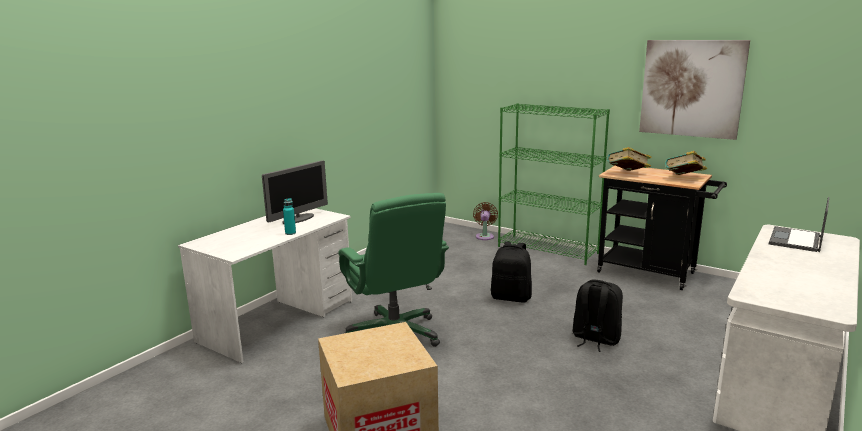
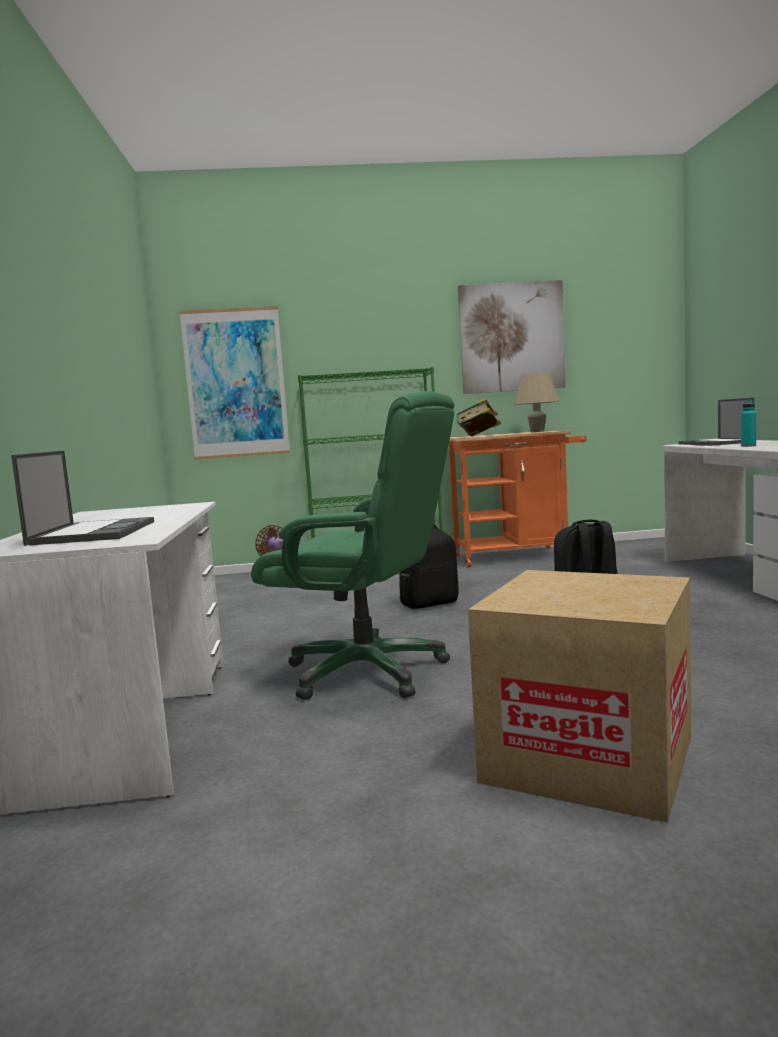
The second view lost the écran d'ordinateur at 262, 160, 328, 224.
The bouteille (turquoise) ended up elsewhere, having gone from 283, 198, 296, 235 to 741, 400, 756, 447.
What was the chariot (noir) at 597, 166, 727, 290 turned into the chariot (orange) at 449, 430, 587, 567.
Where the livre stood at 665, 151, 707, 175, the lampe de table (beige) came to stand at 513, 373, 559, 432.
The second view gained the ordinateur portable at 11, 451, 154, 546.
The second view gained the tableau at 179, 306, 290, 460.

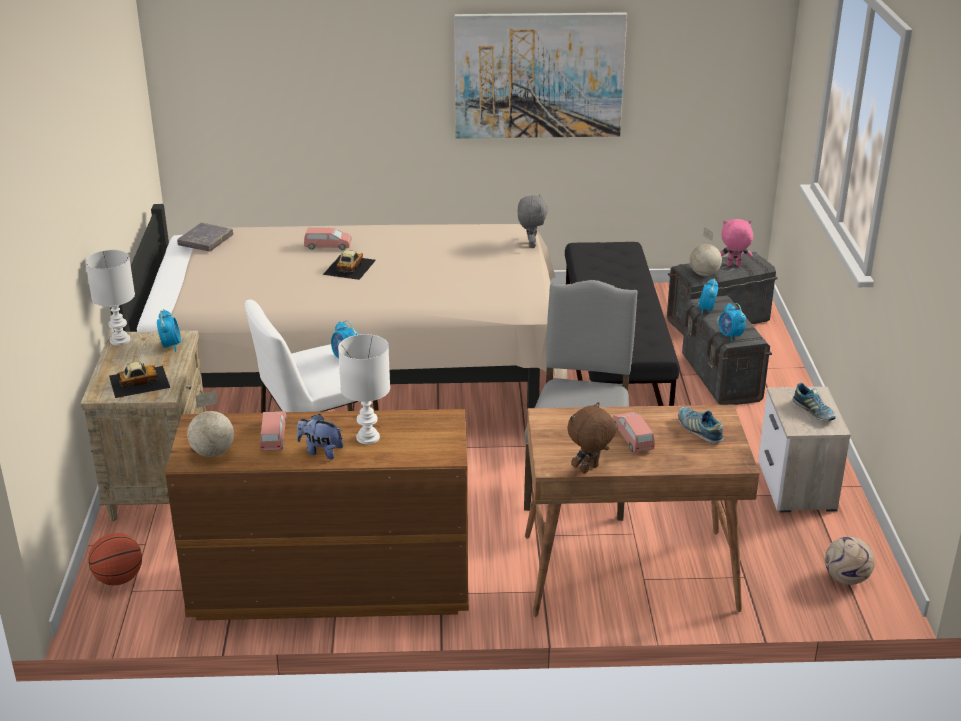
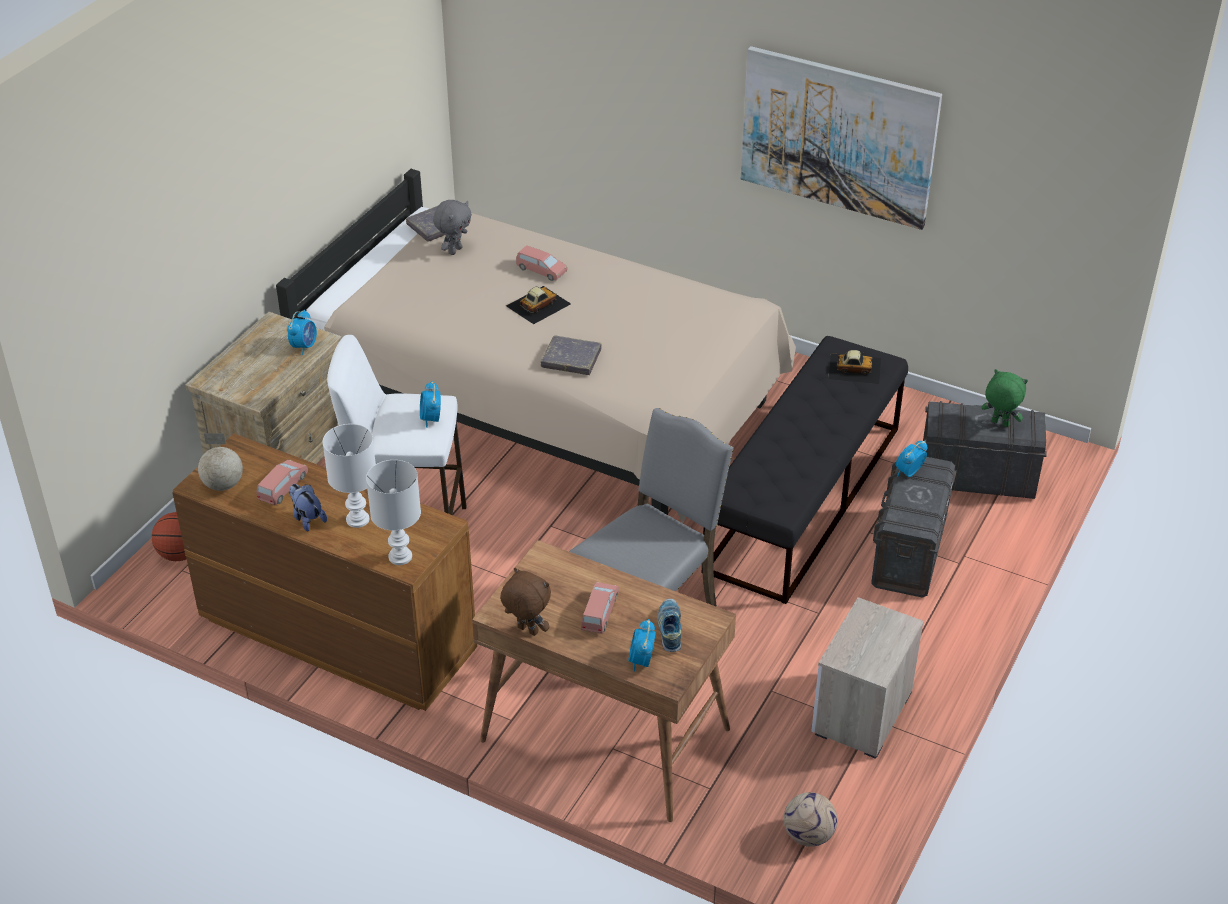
The lampe de table (blanc) ended up elsewhere, having gone from 85, 250, 135, 345 to 366, 460, 421, 565.
The petite voiture ended up elsewhere, having gone from 109, 361, 170, 398 to 828, 350, 881, 384.
The peluche (gris) ended up elsewhere, having gone from 518, 194, 548, 248 to 433, 200, 472, 255.
The peluche (marron) at 567, 402, 617, 474 ended up facing another way, 45 degrees clockwise from before.
The second view lost the globe at 690, 227, 722, 276.
The réveil ended up elsewhere, having gone from 719, 303, 746, 342 to 628, 619, 655, 672.
What was the peluche (rose) at 720, 219, 753, 266 turned into the peluche (vert) at 981, 369, 1028, 427.
The second view lost the chaussure at 792, 383, 836, 421.
The second view gained the livre (gris) at 541, 335, 602, 375.

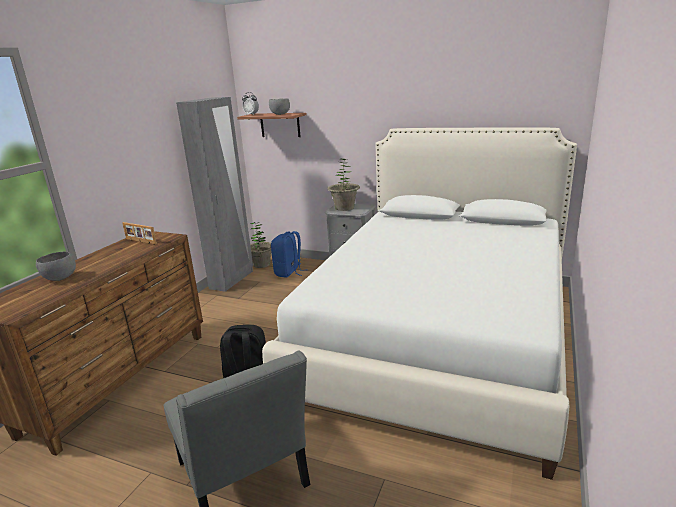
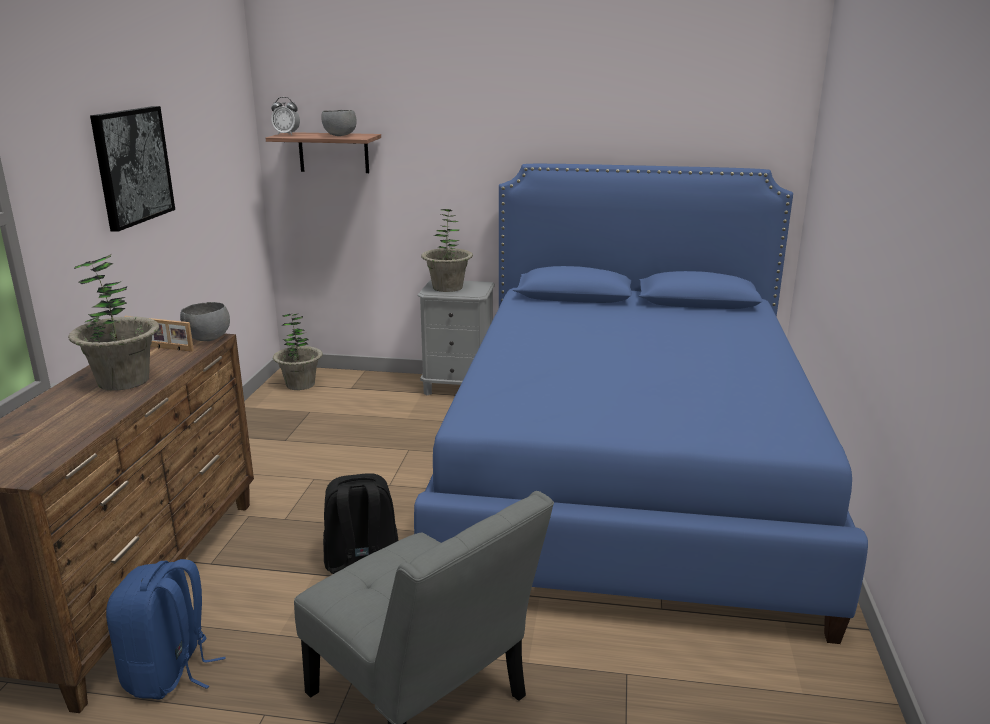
The bol (gris) ended up elsewhere, having gone from 36, 251, 76, 281 to 180, 302, 230, 341.
The second view lost the armoire (gris) at 176, 97, 253, 292.
What was the lit (blanc) at 262, 127, 577, 480 turned into the lit (bleu) at 414, 164, 868, 644.
The sac à dos (bleu) ended up elsewhere, having gone from 271, 231, 302, 278 to 106, 559, 226, 700.
The second view gained the plante en pot at 68, 254, 159, 391.
The second view gained the tableau at 90, 106, 175, 232.

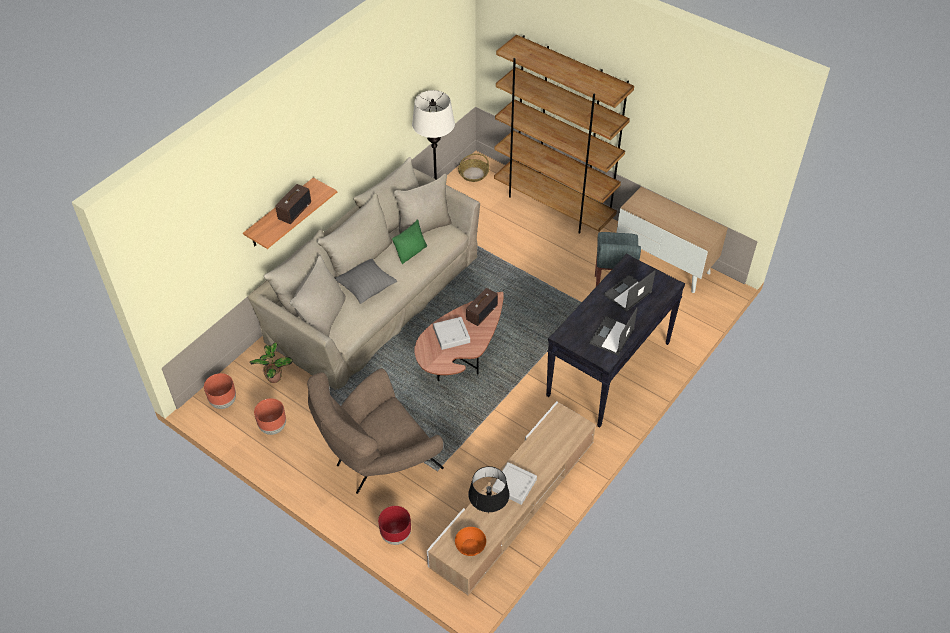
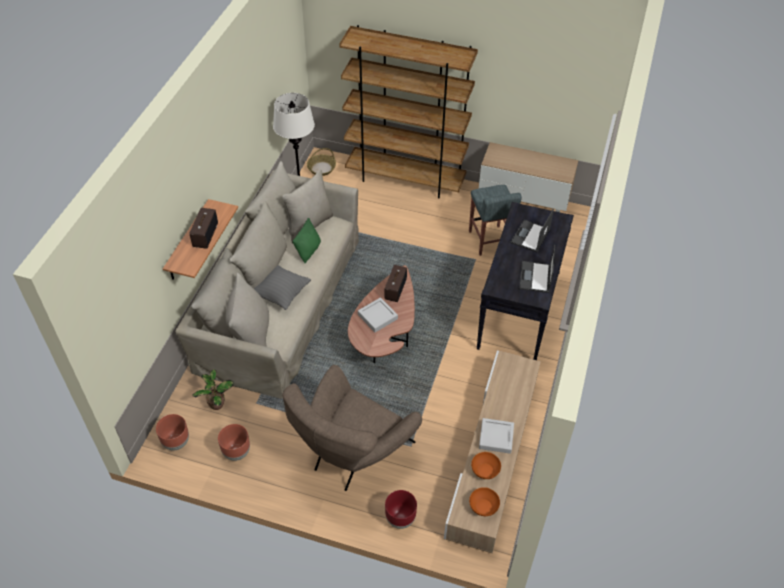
Where the lampe de table (noir) stood at 468, 466, 510, 513, the bol (orange) came to stand at 471, 452, 501, 479.

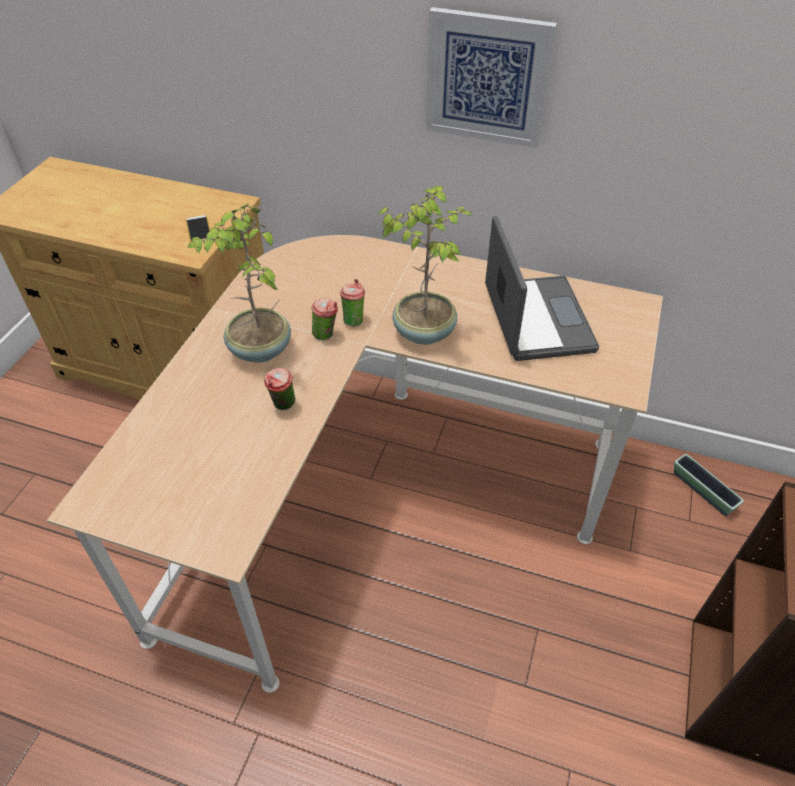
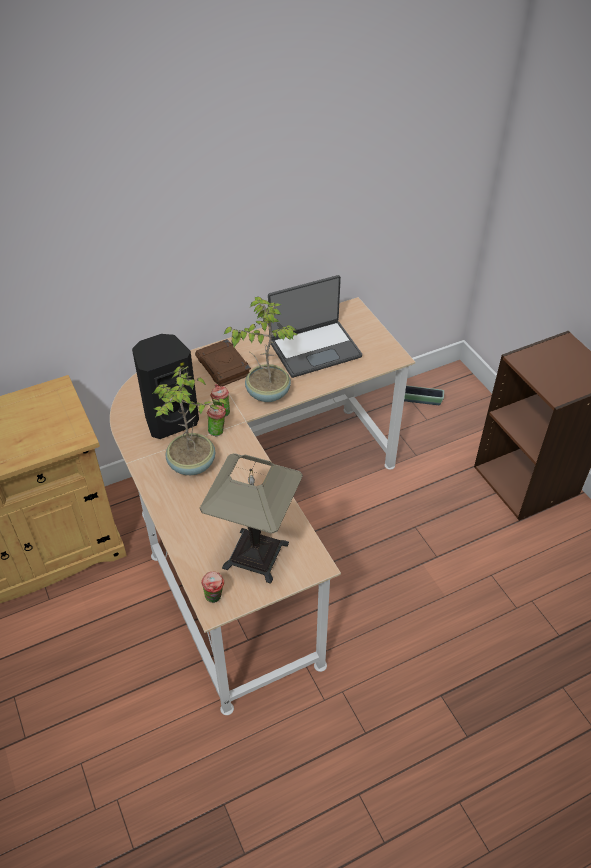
The second view lost the téléphone at 186, 215, 210, 242.
The tasse ended up elsewhere, having gone from 264, 368, 295, 410 to 201, 572, 224, 603.
The second view lost the tableau at 426, 7, 557, 148.
The ordinateur portable at 485, 216, 599, 361 ended up facing another way, 120 degrees clockwise from before.
The second view gained the enceinte (noir) at 132, 334, 199, 439.
The second view gained the livre (marron) at 195, 339, 251, 386.
The second view gained the lampe de table at 200, 453, 303, 584.

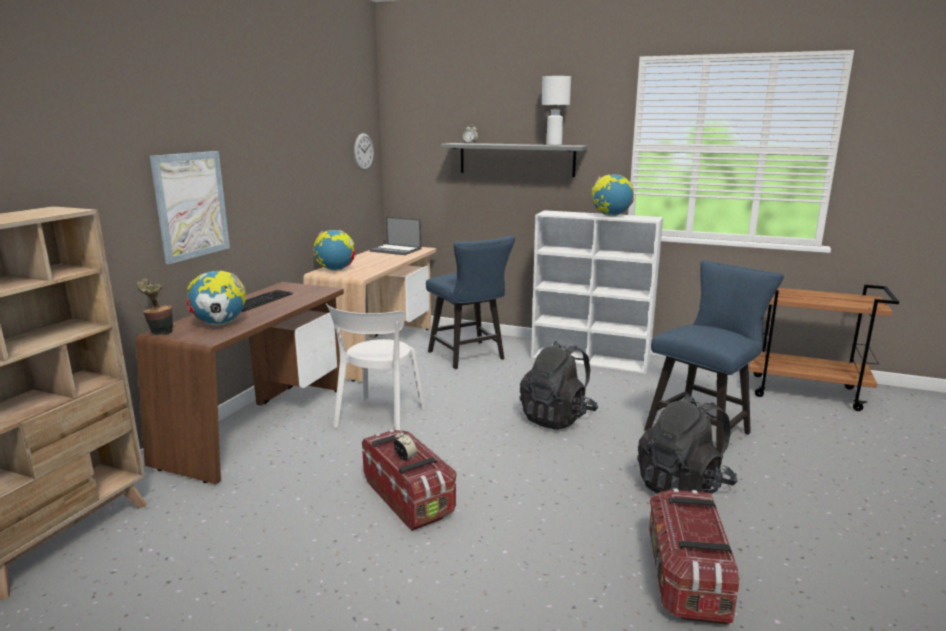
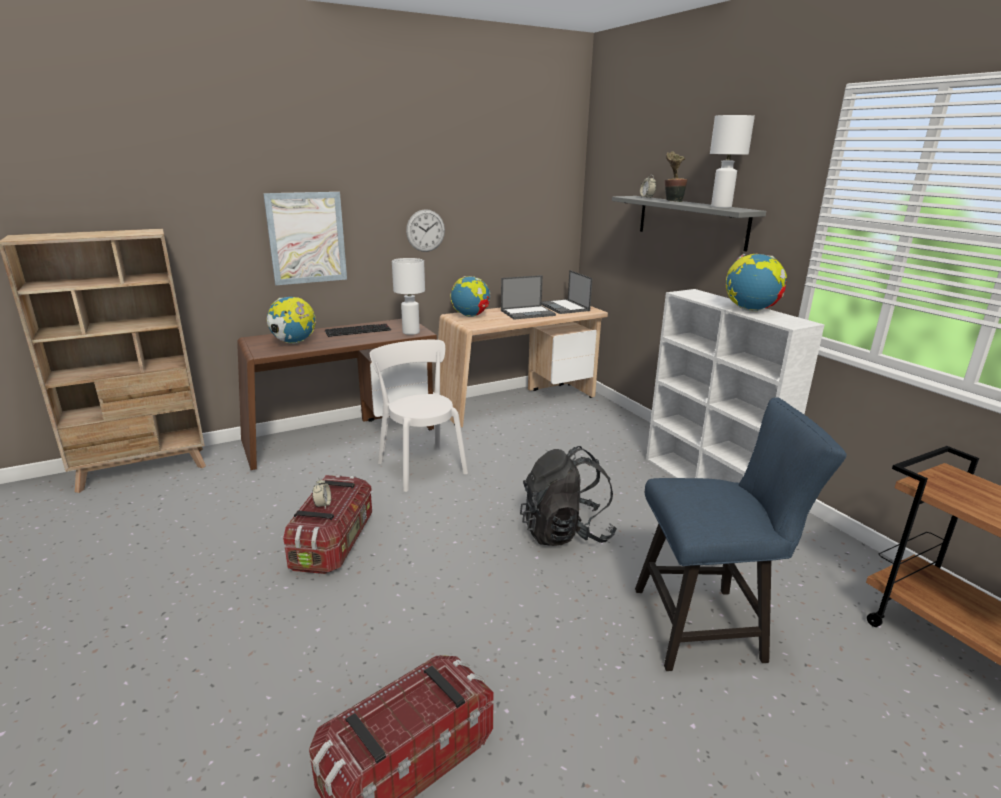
The plante en pot ended up elsewhere, having gone from 137, 279, 173, 335 to 665, 152, 688, 202.
The chaise (blanc) at 326, 303, 425, 431 ended up facing another way, 90 degrees clockwise from before.
The horloge murale ended up elsewhere, having gone from 354, 133, 374, 170 to 406, 209, 445, 252.
The second view lost the chaise (bleu) at 426, 236, 515, 369.
The second view lost the sac à dos (noir) at 637, 394, 738, 494.
The second view gained the lampe de table (blanc) at 392, 258, 425, 335.
The second view gained the ordinateur portable at 501, 275, 556, 320.

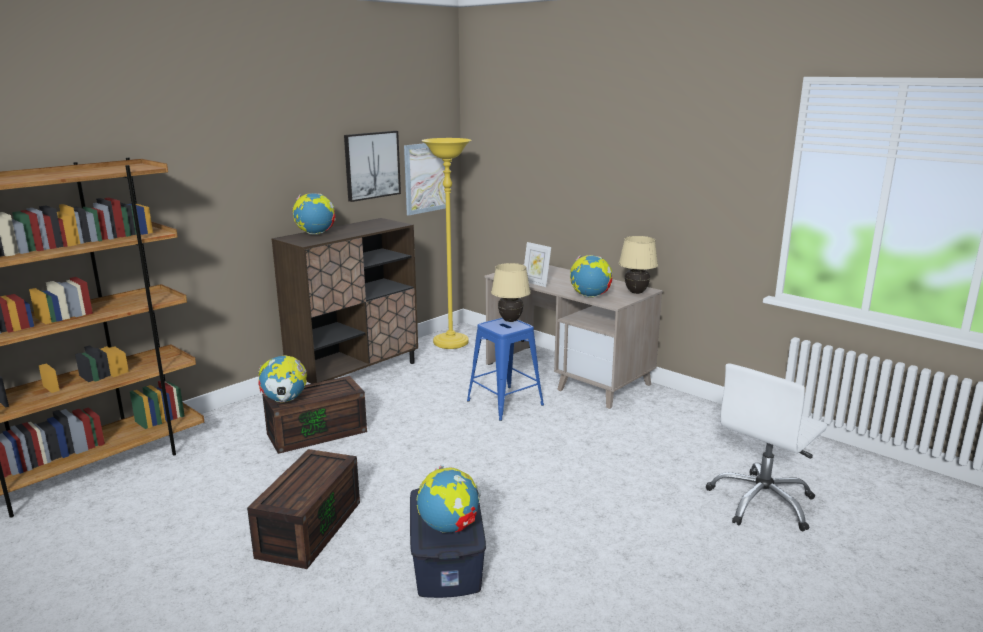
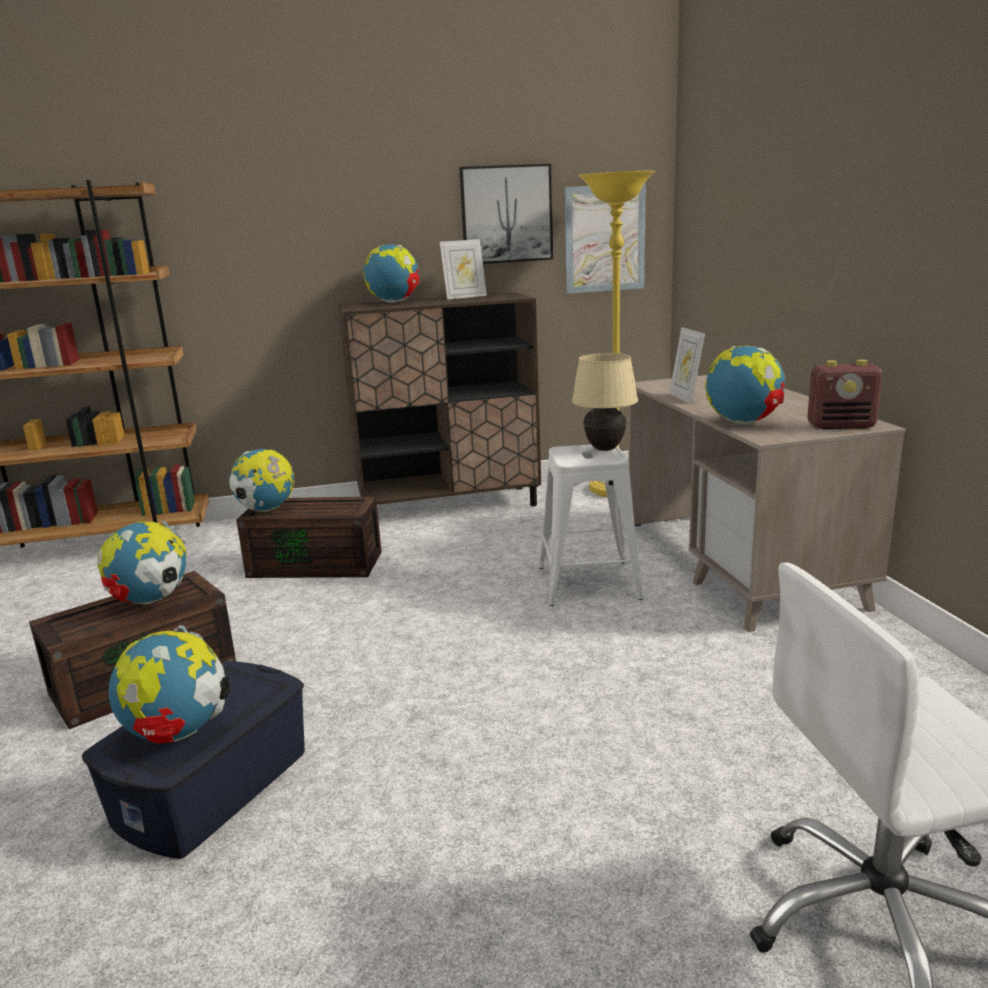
What was the tabouret (bleu) at 467, 318, 544, 421 turned into the tabouret (blanc) at 539, 444, 644, 606.
Where the lampe de table (beige) stood at 619, 236, 658, 294, the radio came to stand at 808, 360, 882, 429.
The second view gained the globe at 97, 521, 186, 605.
The second view gained the cadre photo at 440, 239, 487, 300.

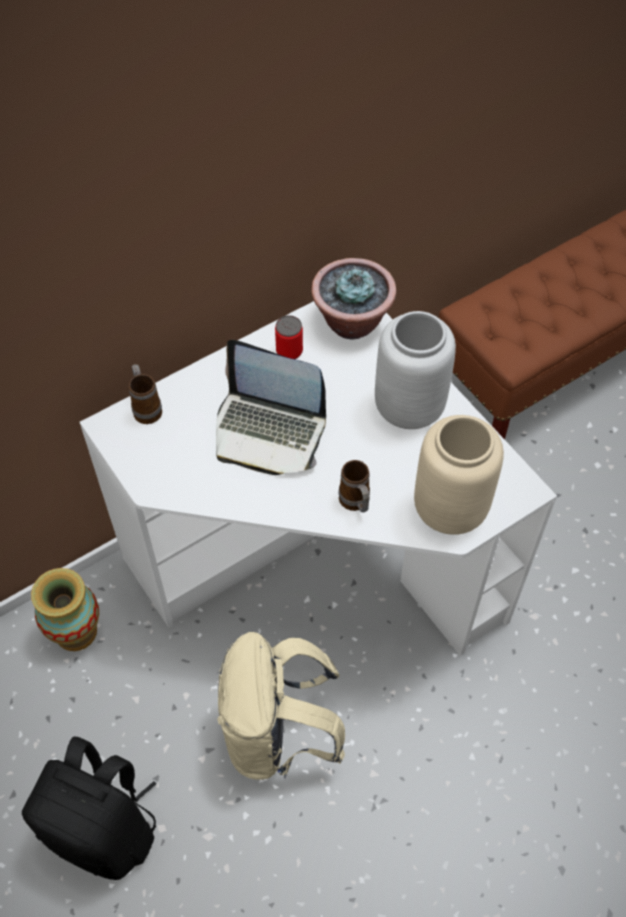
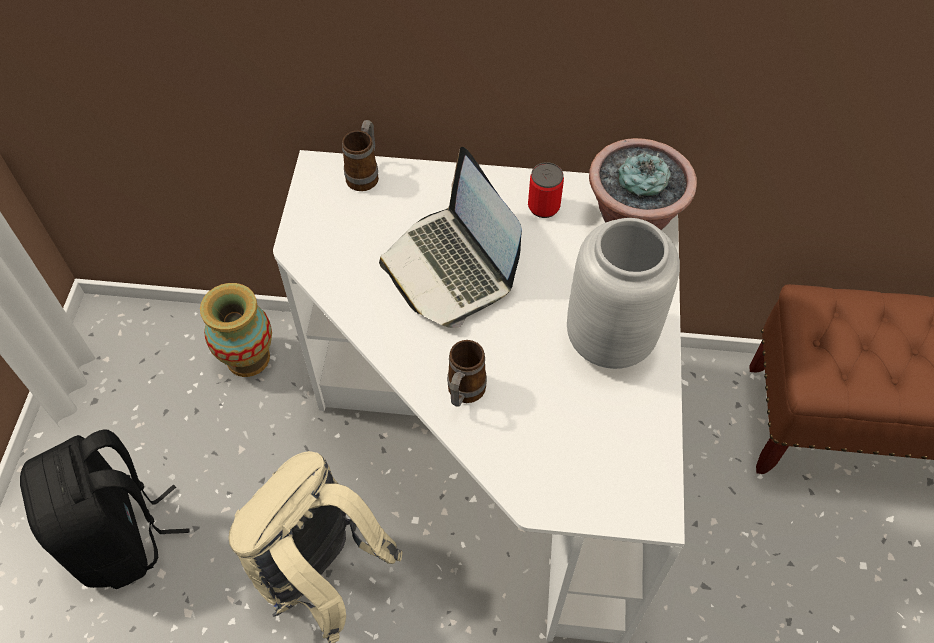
The second view lost the vase (beige) at 414, 415, 504, 535.

